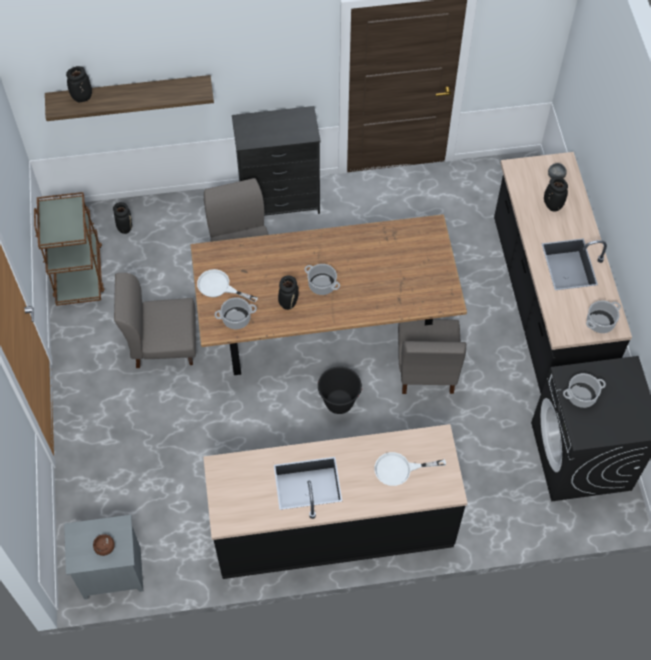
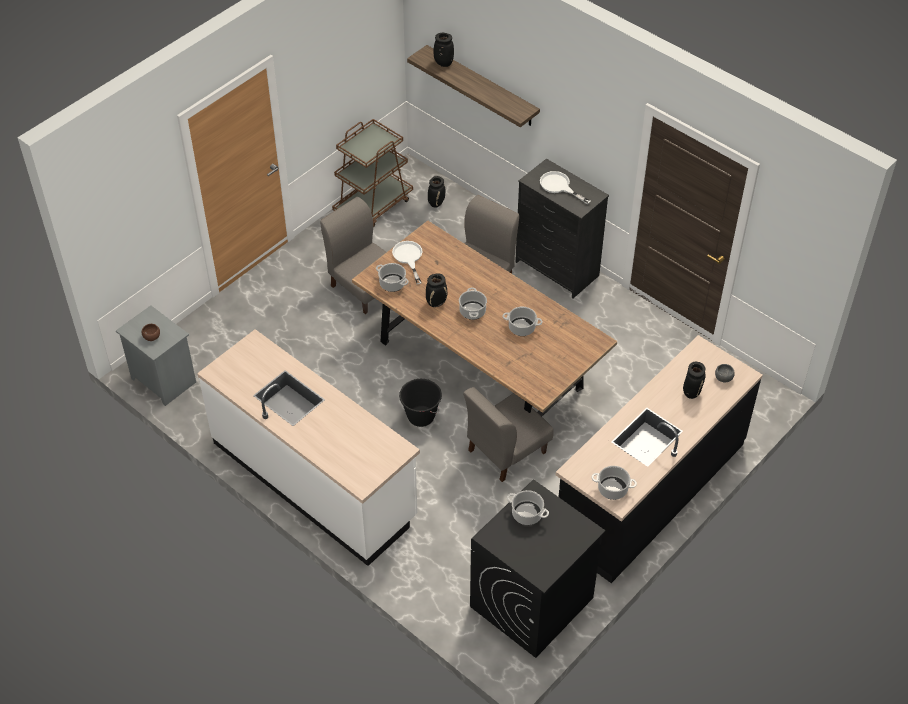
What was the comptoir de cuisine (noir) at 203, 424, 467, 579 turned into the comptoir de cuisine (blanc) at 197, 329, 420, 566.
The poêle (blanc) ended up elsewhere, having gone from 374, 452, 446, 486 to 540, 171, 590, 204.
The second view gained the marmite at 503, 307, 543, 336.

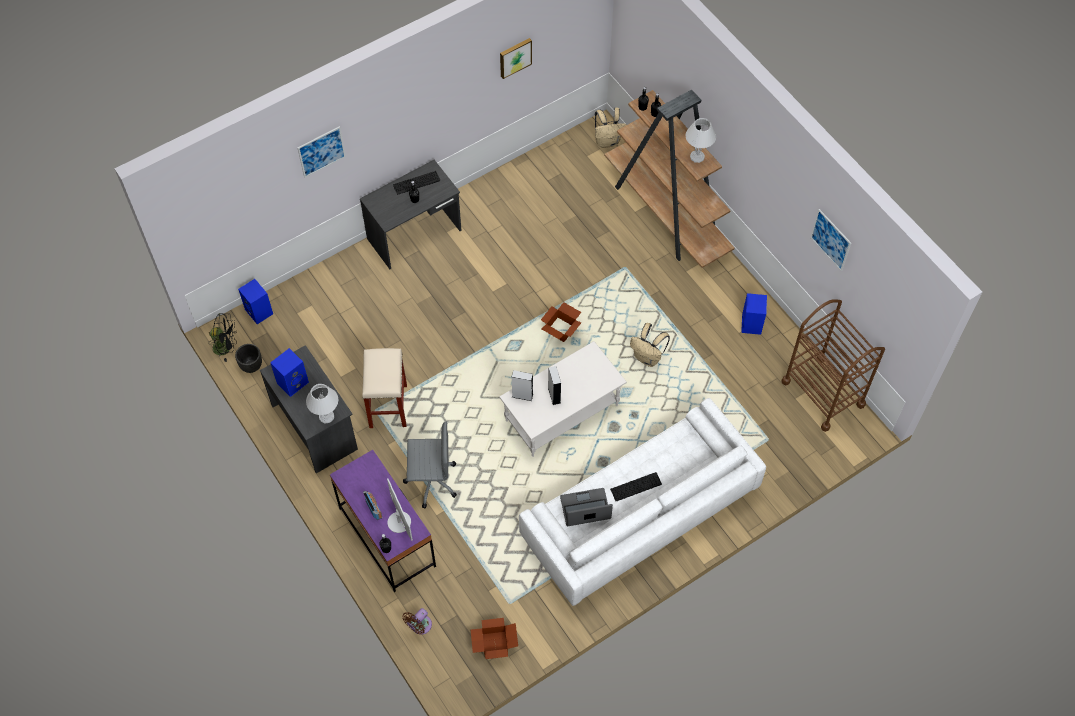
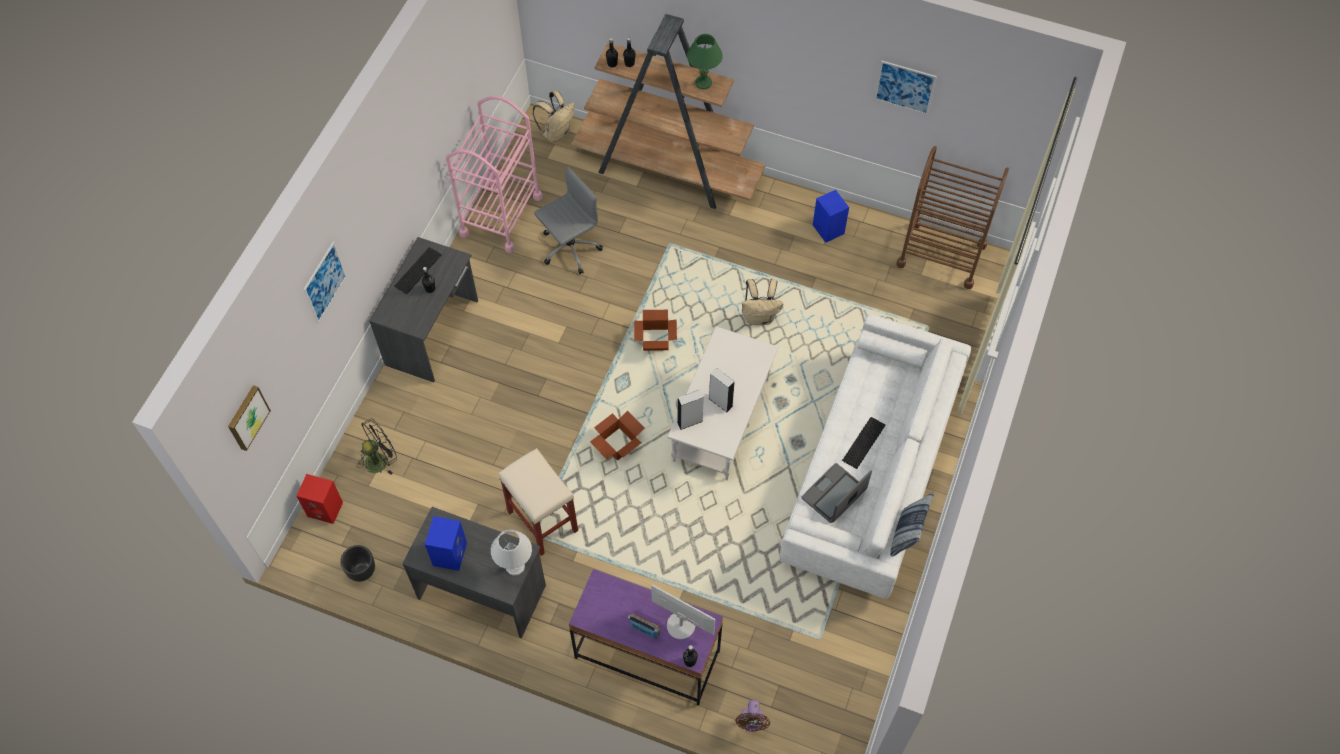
The ventilateur (noir) ended up elsewhere, having gone from 209, 313, 236, 362 to 357, 419, 397, 475.
What was the enceinte (bleu) at 238, 279, 273, 324 turned into the enceinte (rouge) at 296, 474, 343, 524.
The chaise de bureau (gris) ended up elsewhere, having gone from 403, 421, 457, 509 to 534, 166, 603, 274.
The carton ended up elsewhere, having gone from 471, 618, 518, 659 to 590, 410, 645, 461.
The tableau ended up elsewhere, having gone from 500, 38, 532, 79 to 228, 385, 271, 451.
What was the lampe de table (blanc) at 686, 118, 716, 163 turned into the lampe de table (vert) at 687, 34, 723, 90.
The second view gained the chariot (rose) at 446, 96, 542, 253.
The second view gained the coussin at 890, 492, 934, 557.

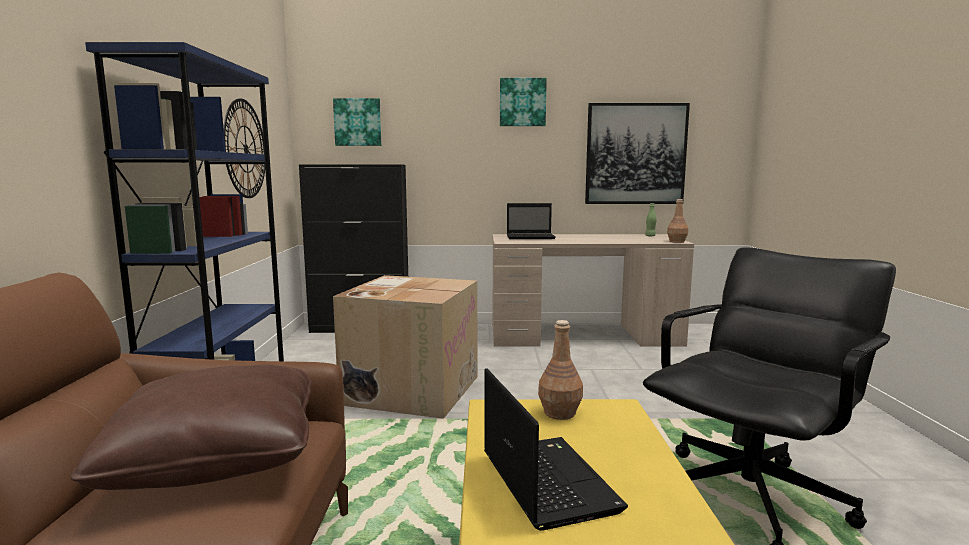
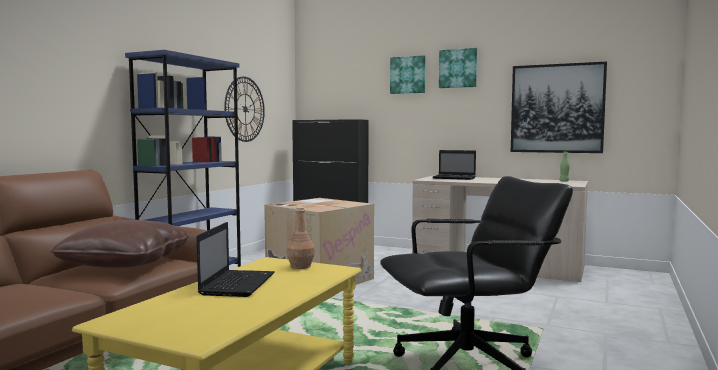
The tableau ended up elsewhere, having gone from 333, 98, 381, 146 to 390, 55, 426, 94.
The second view lost the bouteille (marron) at 667, 199, 688, 243.

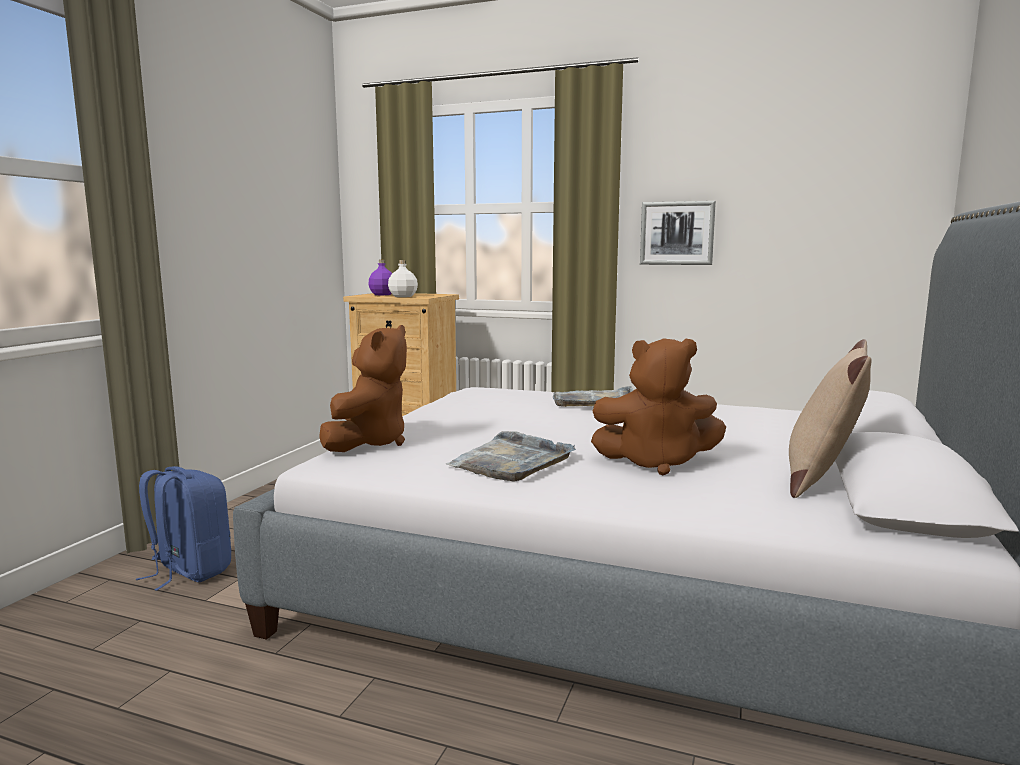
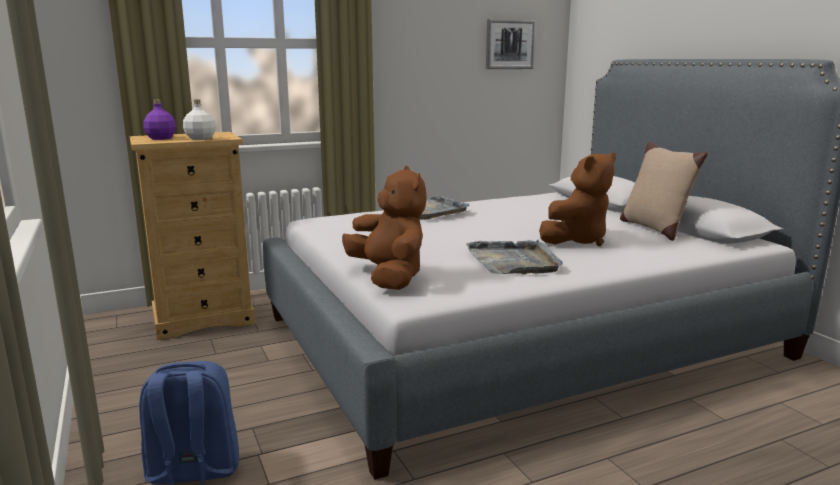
The tableau ended up elsewhere, having gone from 640, 201, 716, 265 to 486, 19, 536, 69.

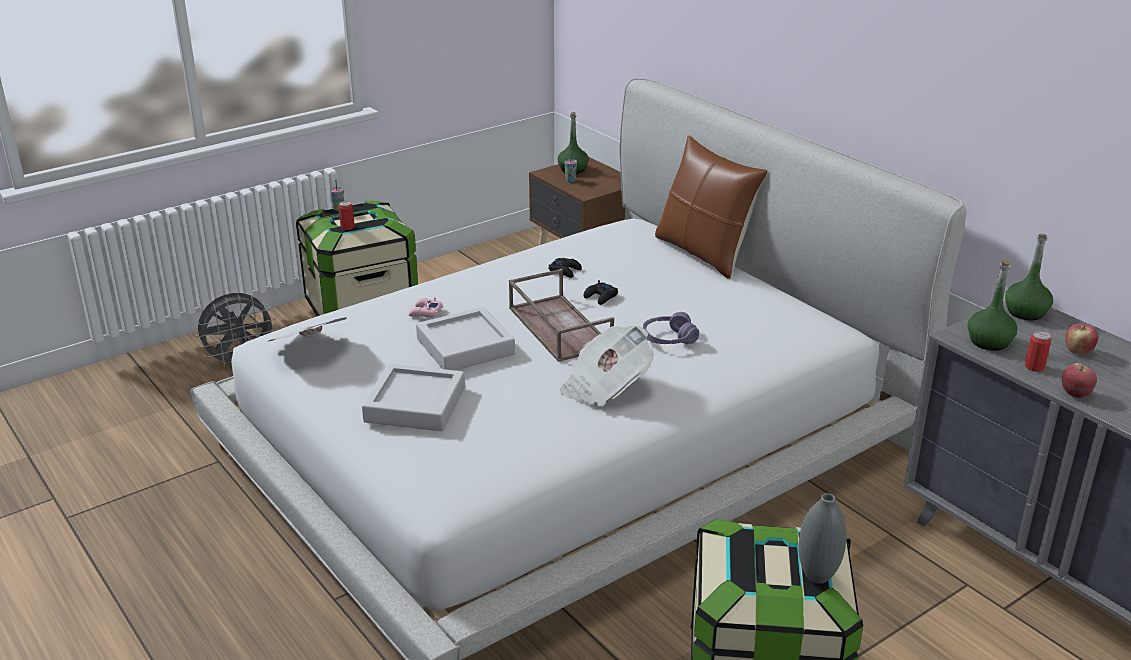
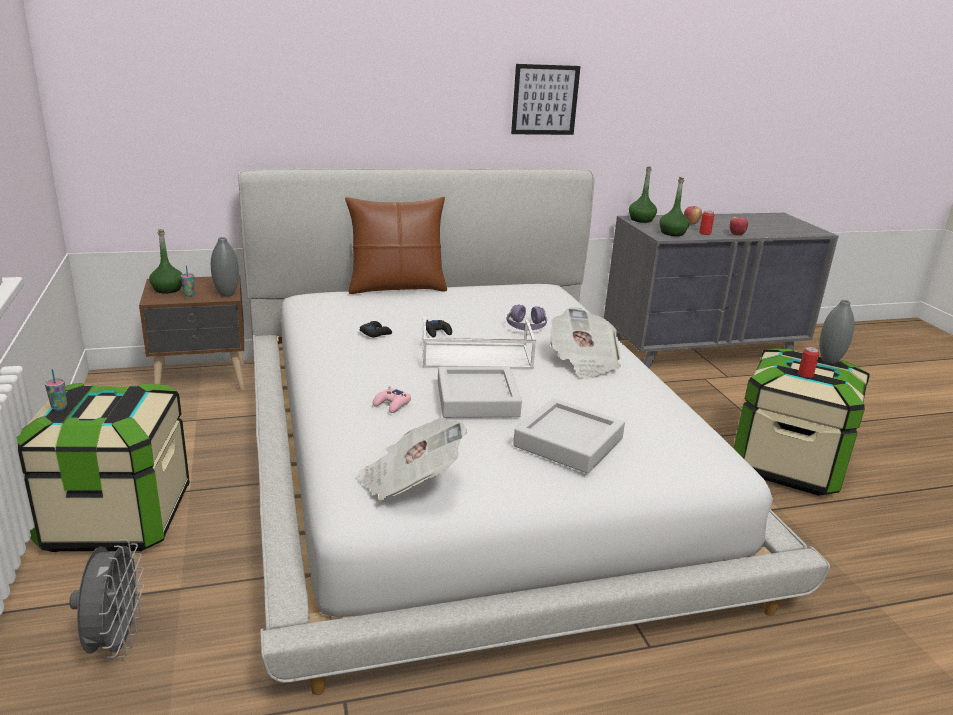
The boîte métallique ended up elsewhere, having gone from 339, 201, 355, 230 to 798, 347, 819, 378.
What was the plateau (marron) at 509, 269, 614, 362 turned into the plateau (blanc) at 422, 317, 536, 370.
The second view gained the vase (gris) at 211, 237, 239, 297.
The second view gained the tableau at 511, 64, 581, 135.

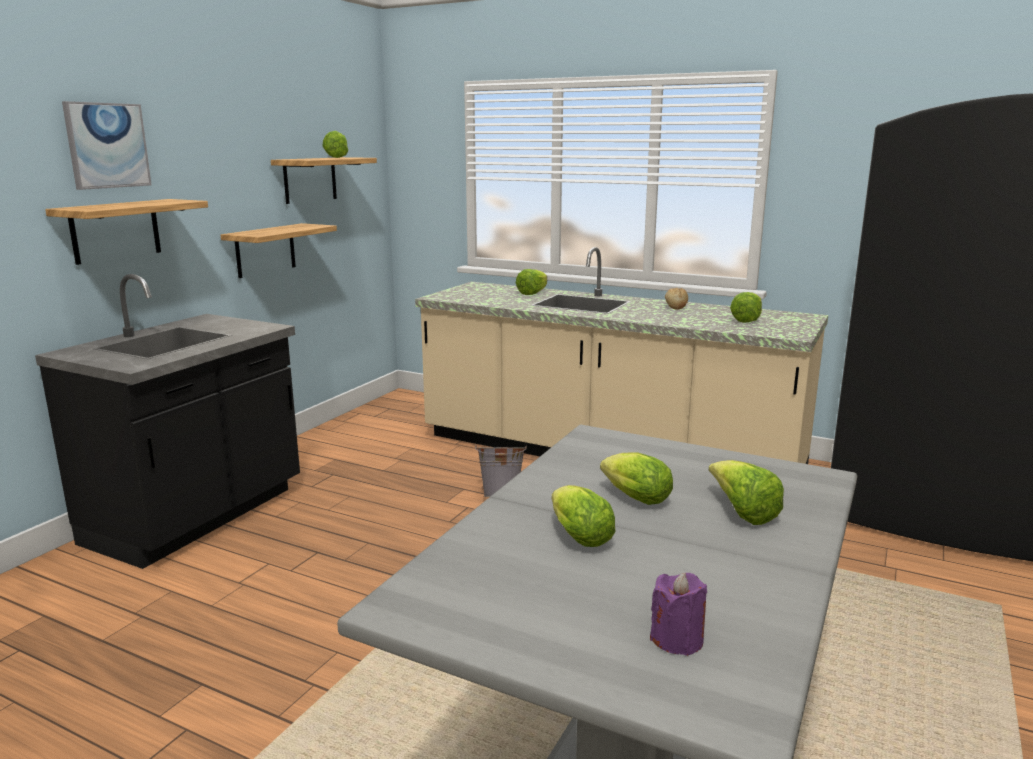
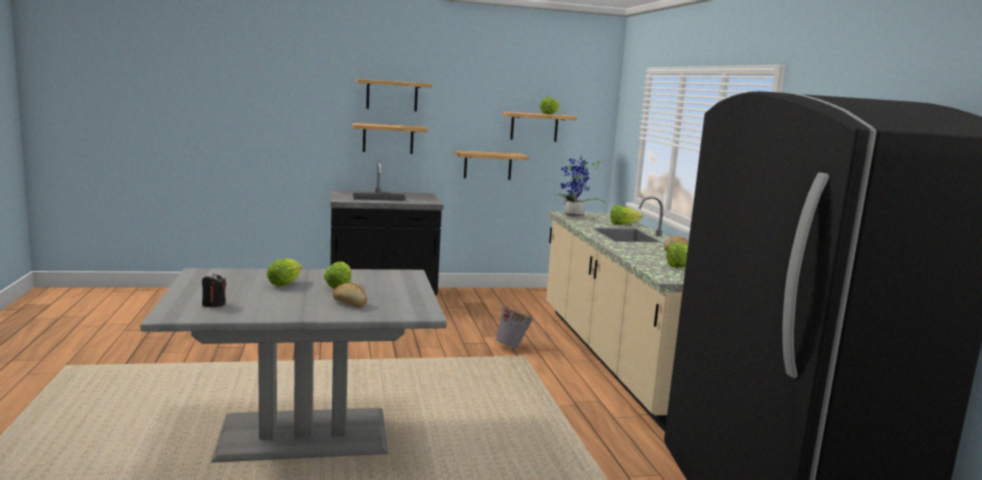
Where the tableau hung at 62, 101, 152, 190, the étagère came to hang at 356, 79, 432, 111.
What was the bougie (violet) at 650, 573, 707, 656 turned into the bougie (noir) at 202, 273, 226, 307.
Where the laitue stood at 709, 460, 784, 525, the pain came to stand at 333, 282, 367, 308.
The second view gained the plante en pot at 553, 155, 606, 218.

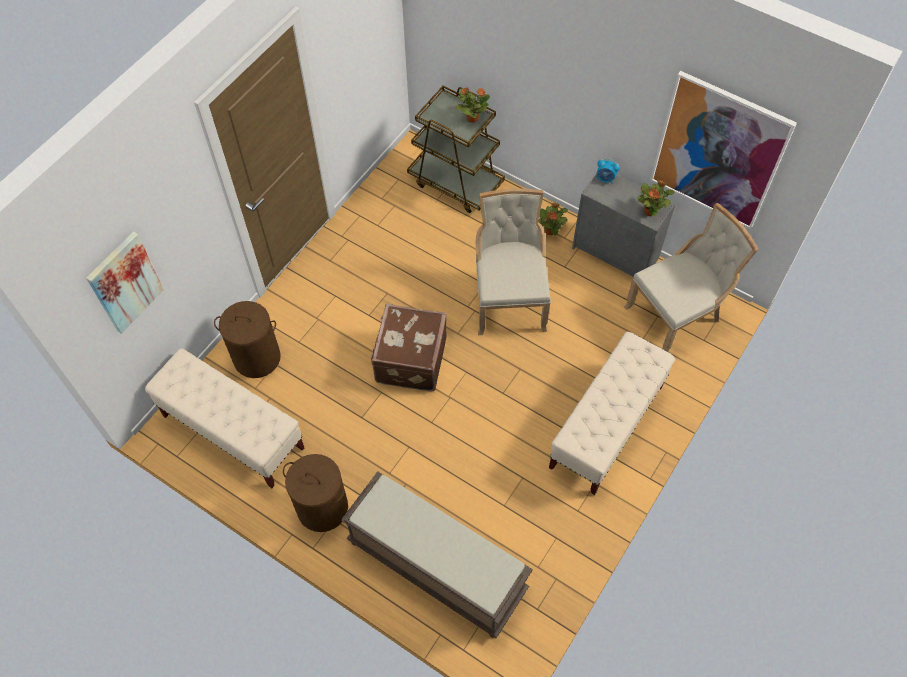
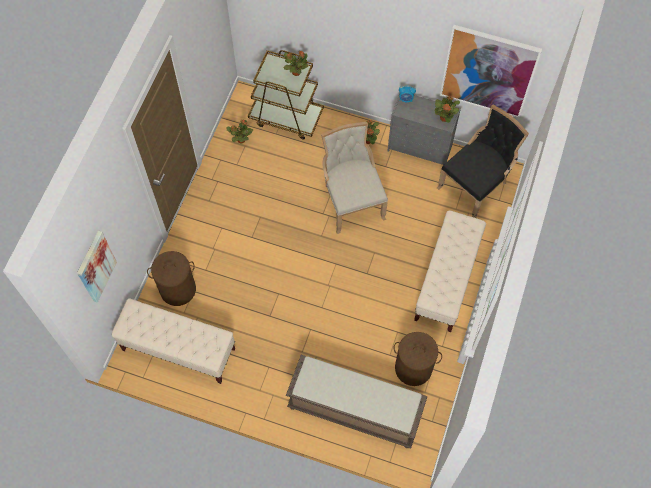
The panier à linge (marron) ended up elsewhere, having gone from 283, 454, 348, 532 to 394, 332, 442, 386.
The second view lost the valise (marron) at 371, 304, 447, 391.
What was the chaise (beige) at 624, 203, 758, 352 turned into the chaise (noir) at 437, 105, 529, 218.
The second view gained the plante en pot at 226, 120, 253, 143.

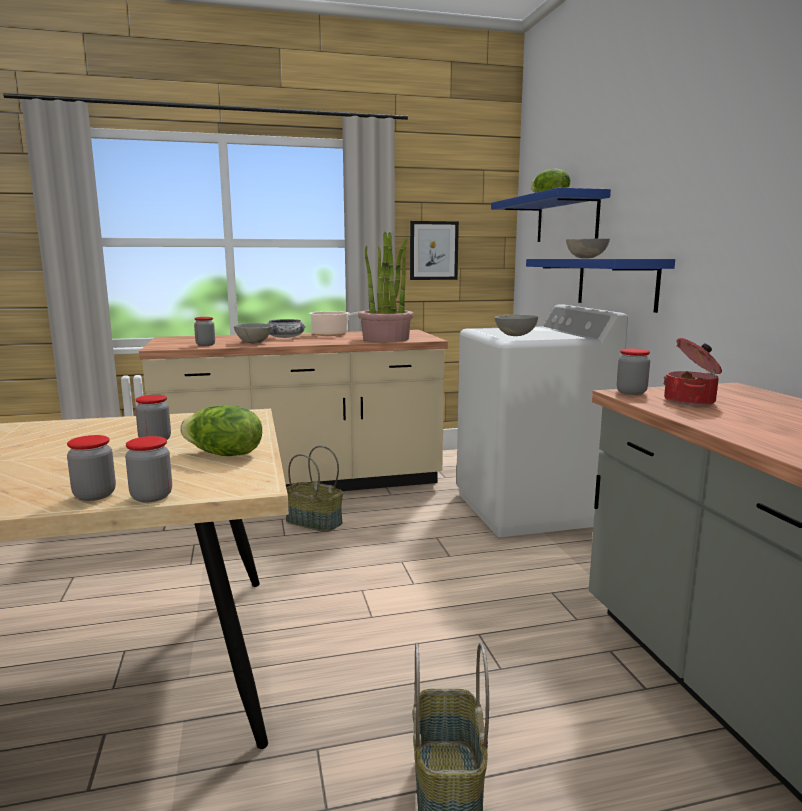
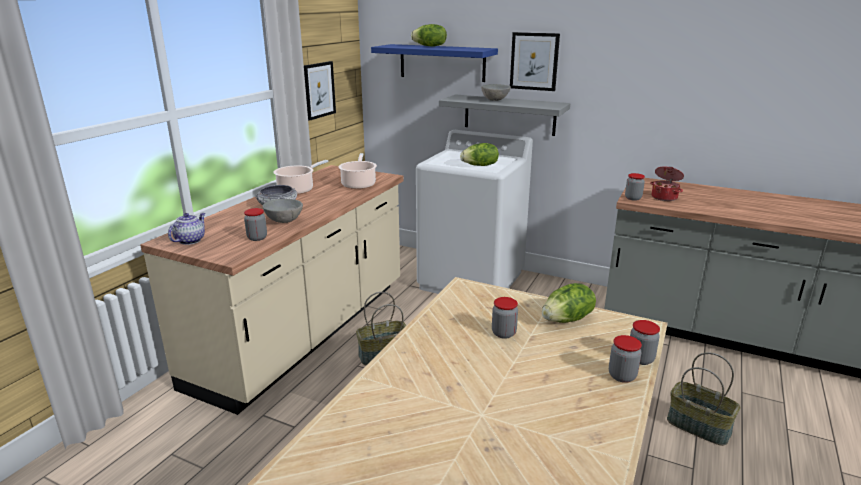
Where the plante en pot stood at 358, 232, 414, 342, the marmite came to stand at 339, 153, 377, 189.
Where the bol (gris) stood at 494, 315, 538, 336, the laitue came to stand at 460, 143, 499, 166.
What was the étagère (bleu) at 526, 259, 675, 313 turned into the étagère (gris) at 439, 94, 570, 136.
The second view gained the théière at 168, 213, 205, 245.
The second view gained the tableau at 510, 32, 560, 91.

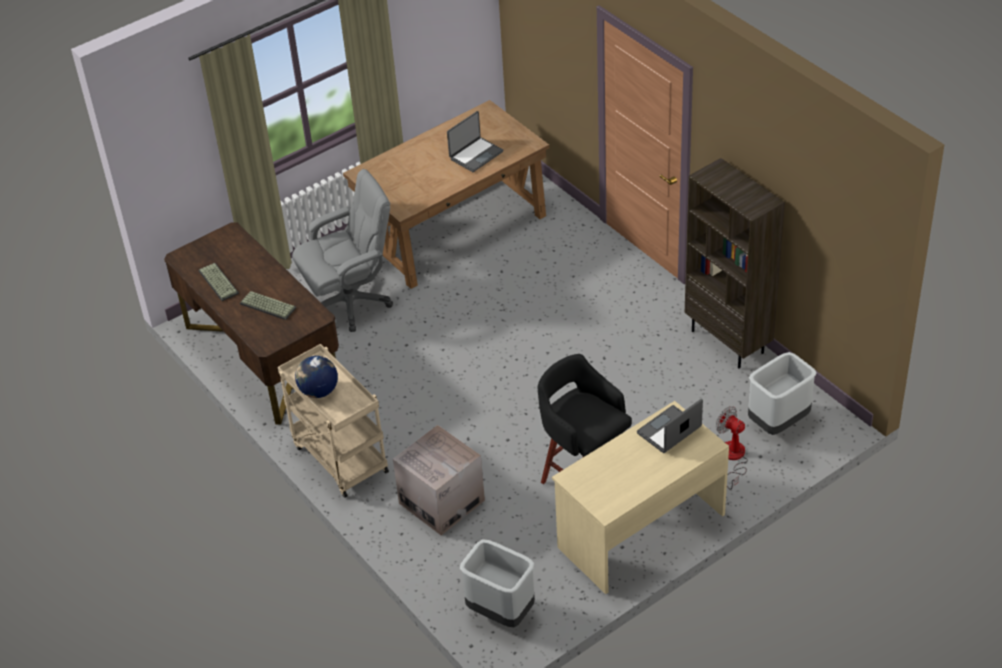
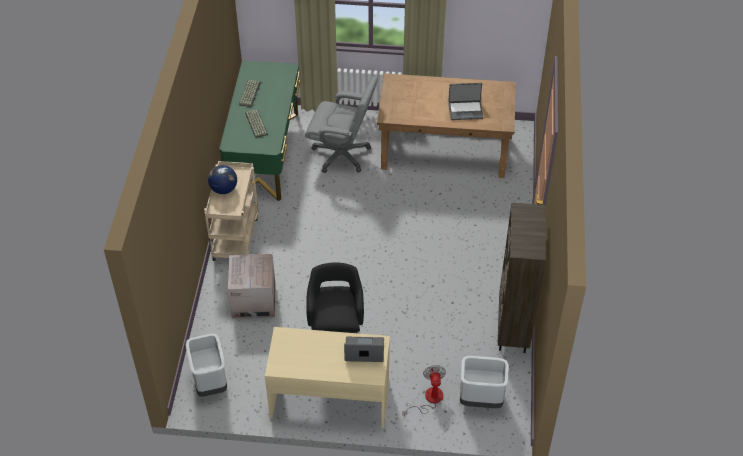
What was the bureau (marron) at 164, 222, 339, 425 turned into the bureau (vert) at 219, 60, 301, 201.

